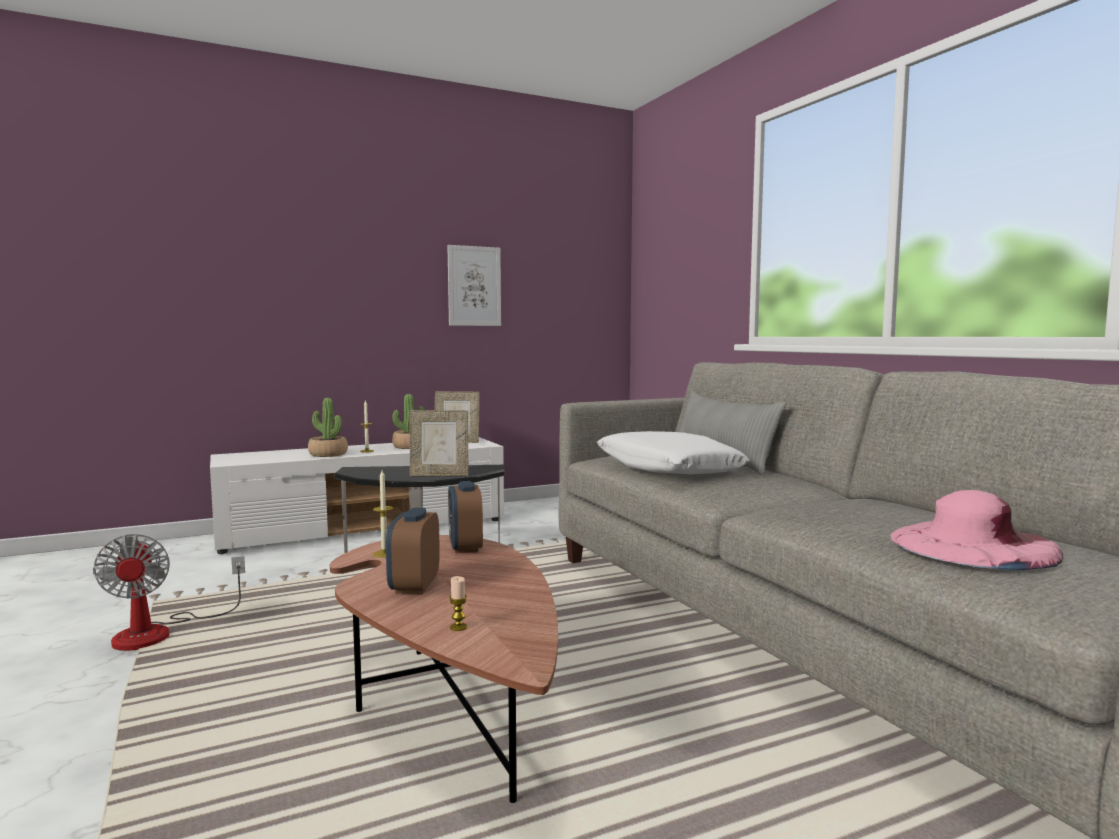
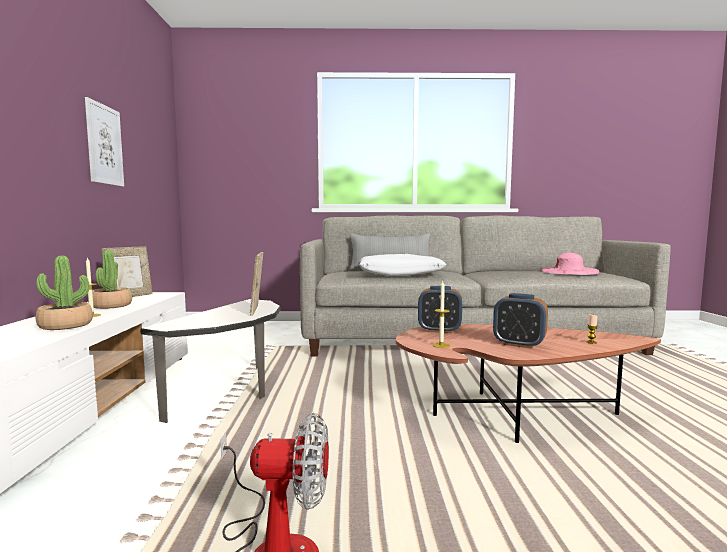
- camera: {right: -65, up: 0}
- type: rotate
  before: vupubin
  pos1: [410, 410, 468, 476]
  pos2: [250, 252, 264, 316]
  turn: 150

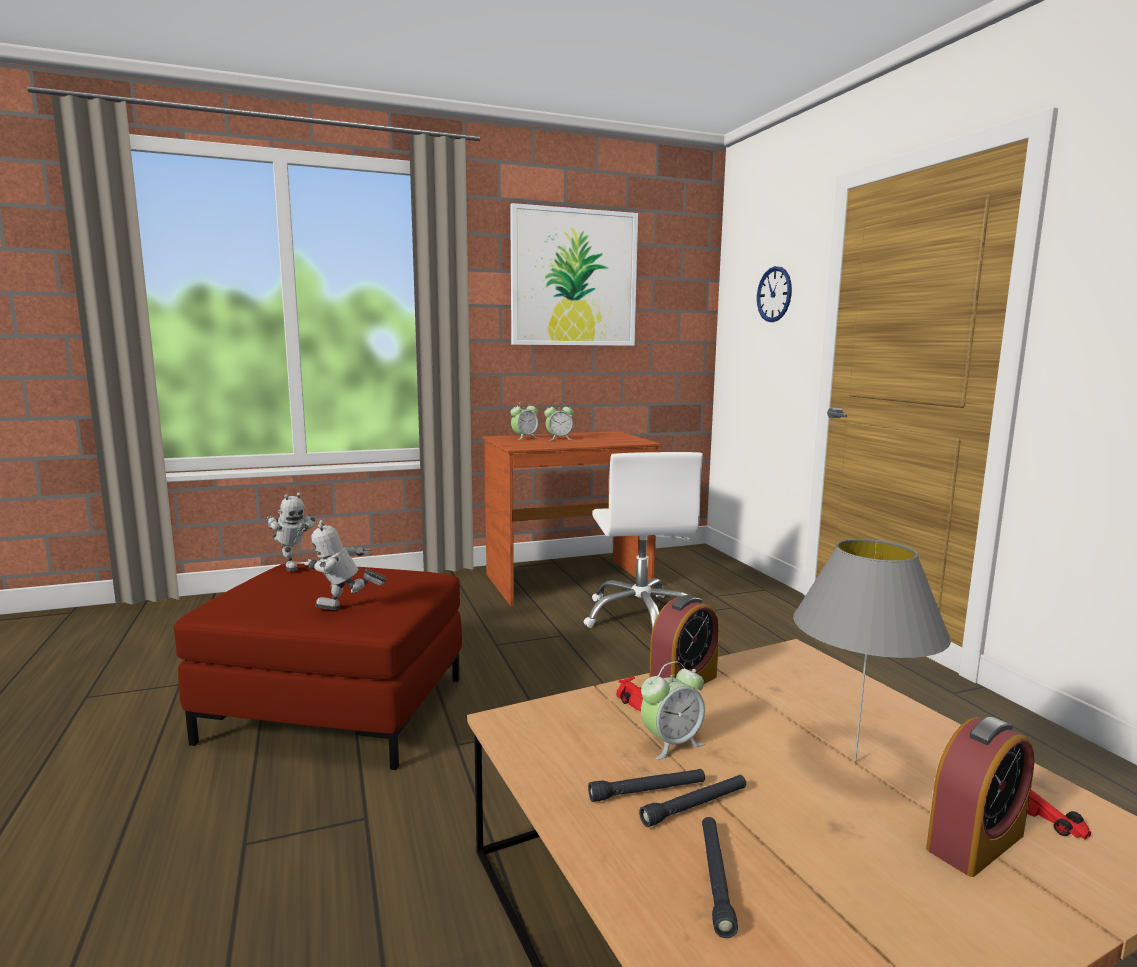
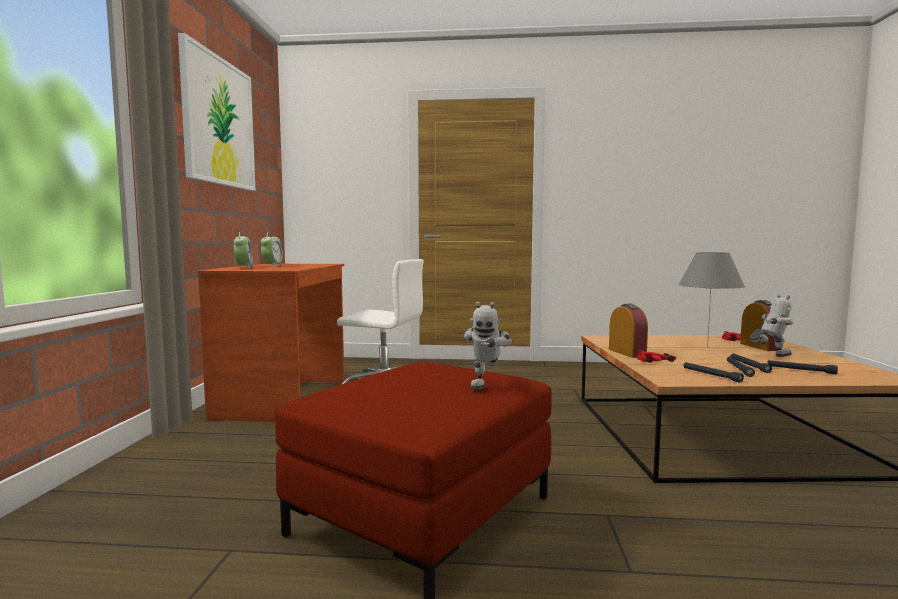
- camera: {right: -65, up: -5}
- type: delete
  before: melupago
  pos1: [757, 266, 792, 322]
- type: move
  before: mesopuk
  pos1: [267, 492, 316, 571]
  pos2: [750, 294, 793, 357]
- type: delete
  before: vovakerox
  pos1: [641, 661, 705, 760]
- type: insert
  after: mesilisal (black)
  pos2: [683, 362, 744, 383]

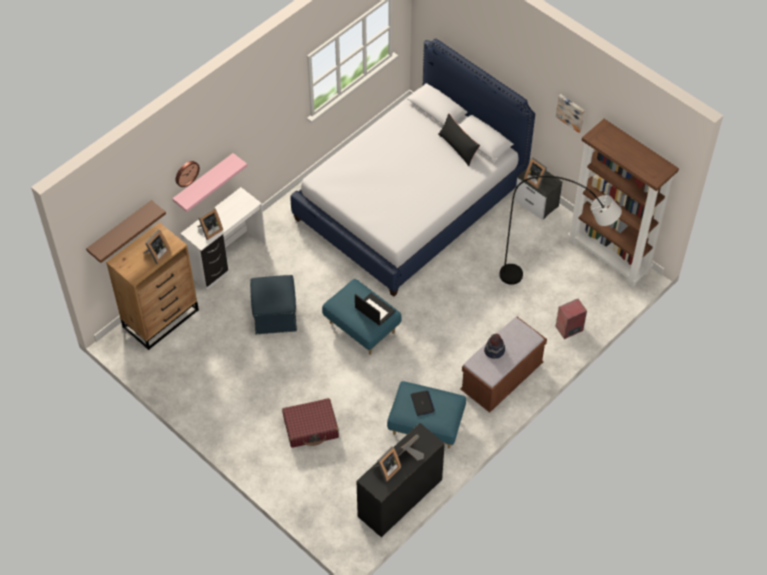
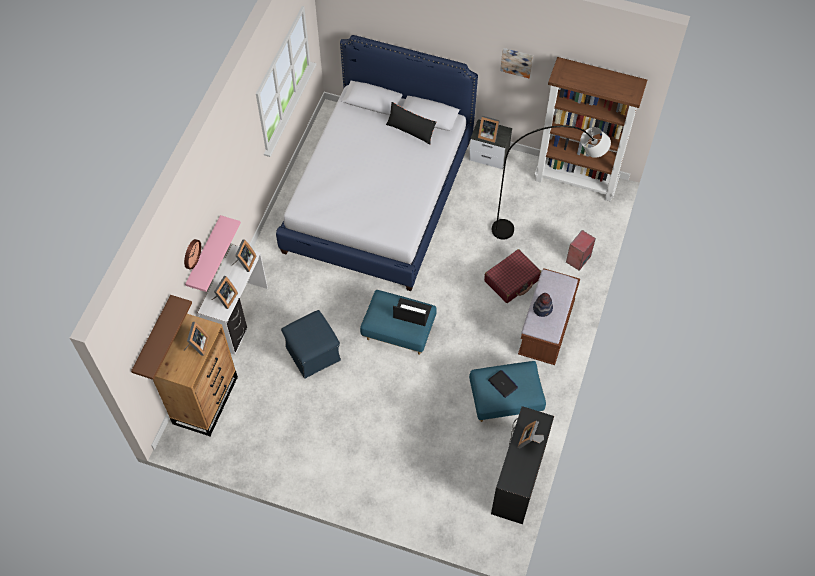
- camera: {right: -25, up: 5}
- type: move
  before: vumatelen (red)
  pos1: [282, 398, 339, 448]
  pos2: [484, 249, 541, 303]
- type: move
  before: vupubin
  pos1: [372, 446, 401, 482]
  pos2: [232, 239, 256, 272]

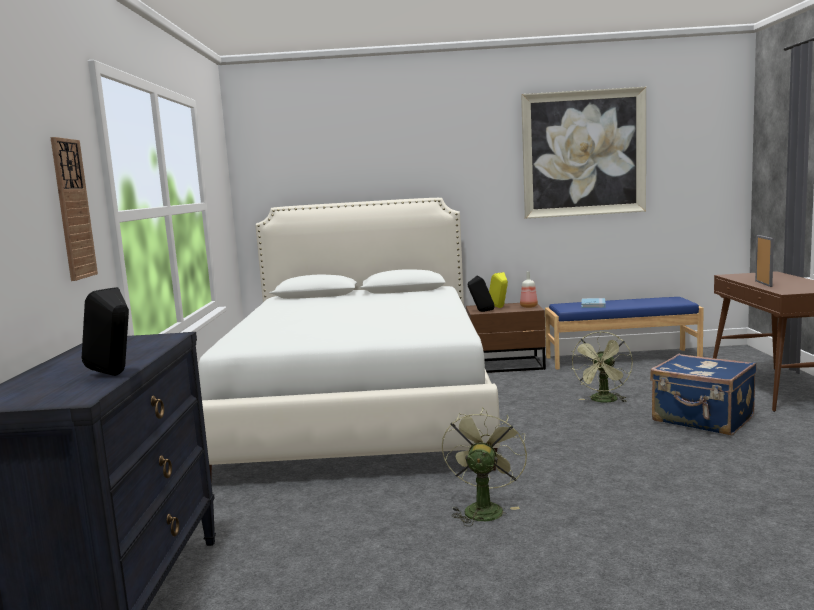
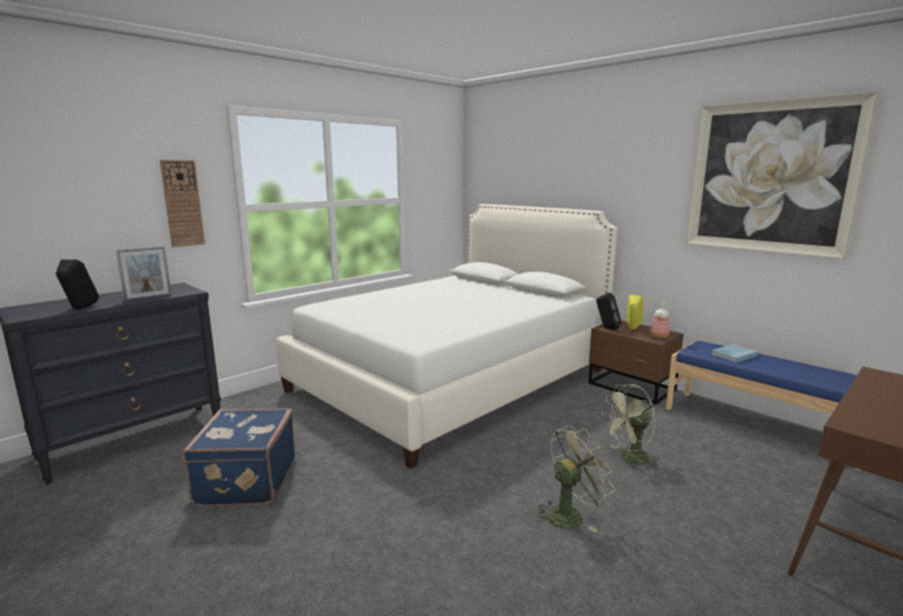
- camera: {right: 45, up: 5}
- type: move
  before: vupubin
  pos1: [755, 235, 774, 287]
  pos2: [116, 246, 172, 301]
- type: move
  before: vumatelen (blue)
  pos1: [650, 353, 757, 436]
  pos2: [182, 408, 295, 507]
- type: move
  before: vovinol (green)
  pos1: [442, 407, 527, 527]
  pos2: [536, 425, 615, 532]

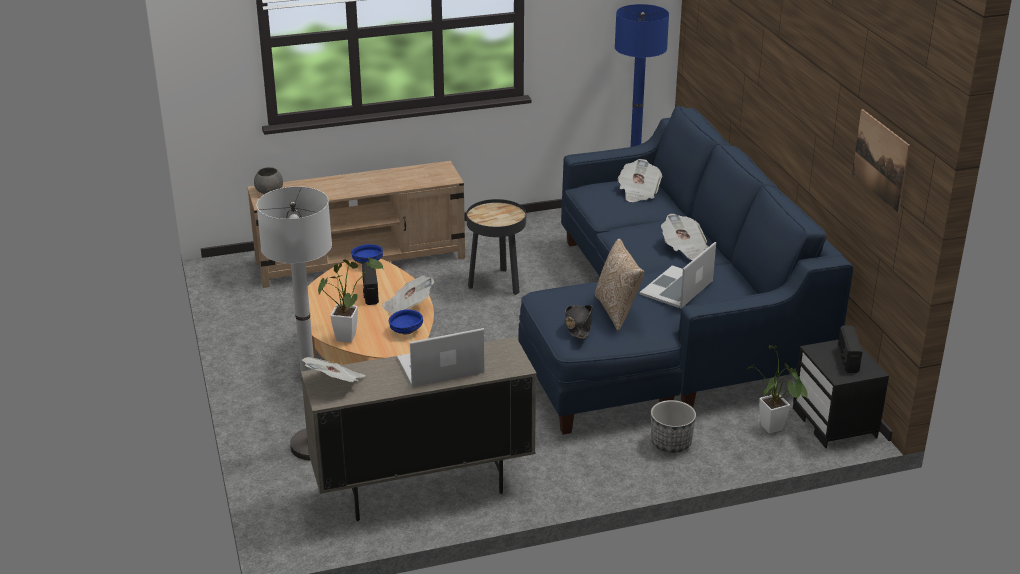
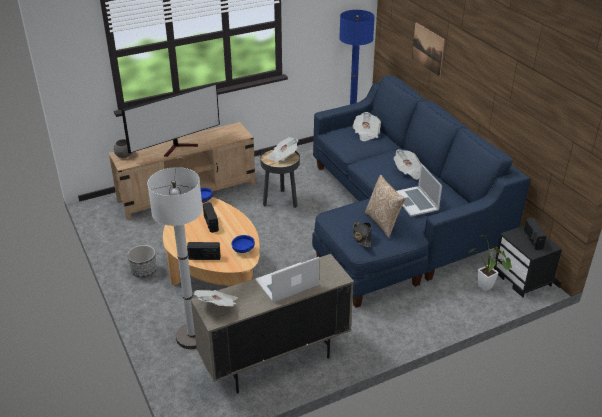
- camera: {right: -10, up: 5}
- type: move
  before: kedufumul
  pos1: [852, 109, 910, 213]
  pos2: [412, 22, 445, 77]
- type: rotate
  before: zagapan
  pos1: [639, 242, 716, 308]
  pos2: [396, 163, 442, 216]
  turn: -45
- type: replace
  before: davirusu
  after: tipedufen
  pos1: [318, 257, 383, 343]
  pos2: [187, 242, 221, 260]
- type: move
  before: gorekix
  pos1: [382, 275, 434, 314]
  pos2: [267, 137, 298, 163]
- type: move
  before: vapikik
  pos1: [651, 400, 696, 453]
  pos2: [127, 245, 157, 278]
- type: insert
  after: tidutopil
  pos2: [121, 82, 220, 157]

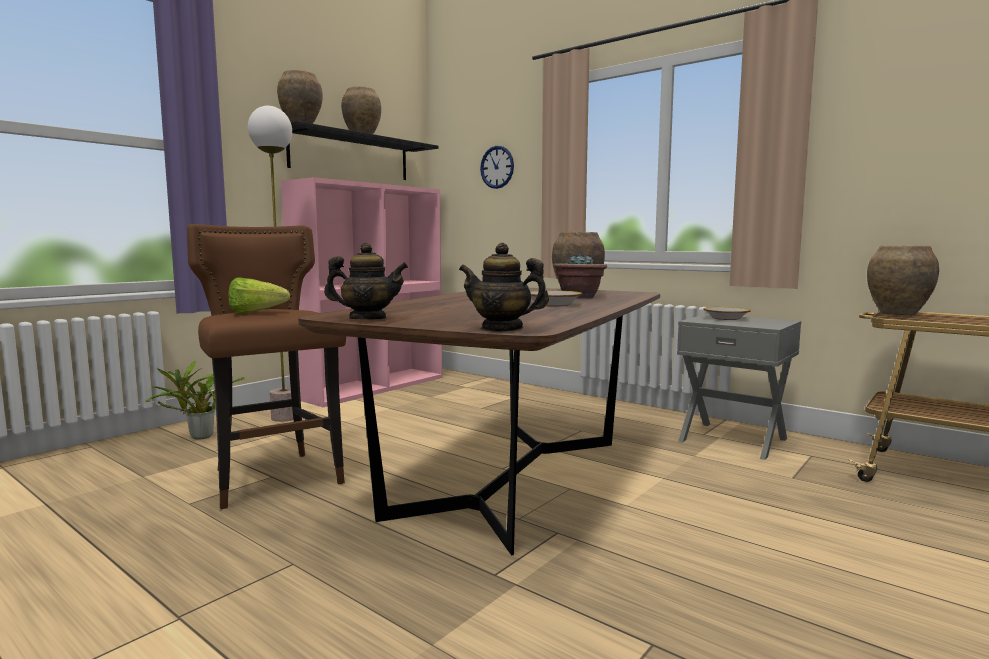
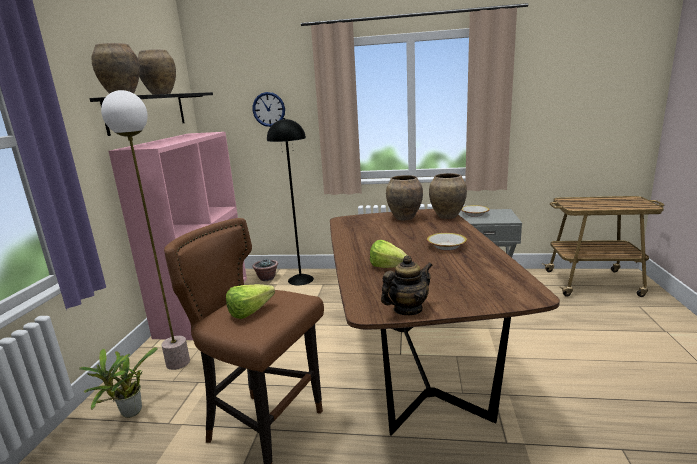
- camera: {right: -30, up: 10}
- type: delete
  before: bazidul
  pos1: [459, 243, 549, 332]
- type: move
  before: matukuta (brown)
  pos1: [867, 246, 939, 316]
  pos2: [429, 173, 467, 219]
- type: move
  before: davirusu
  pos1: [553, 254, 607, 298]
  pos2: [252, 258, 278, 281]
- type: insert
  after: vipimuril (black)
  pos2: [267, 118, 314, 285]
- type: insert
  after: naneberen
  pos2: [370, 240, 407, 268]

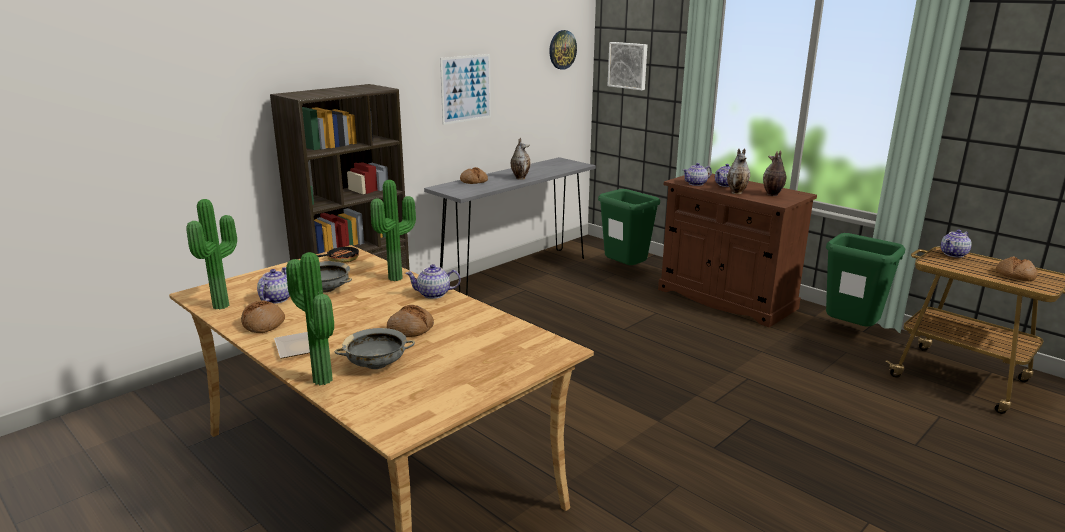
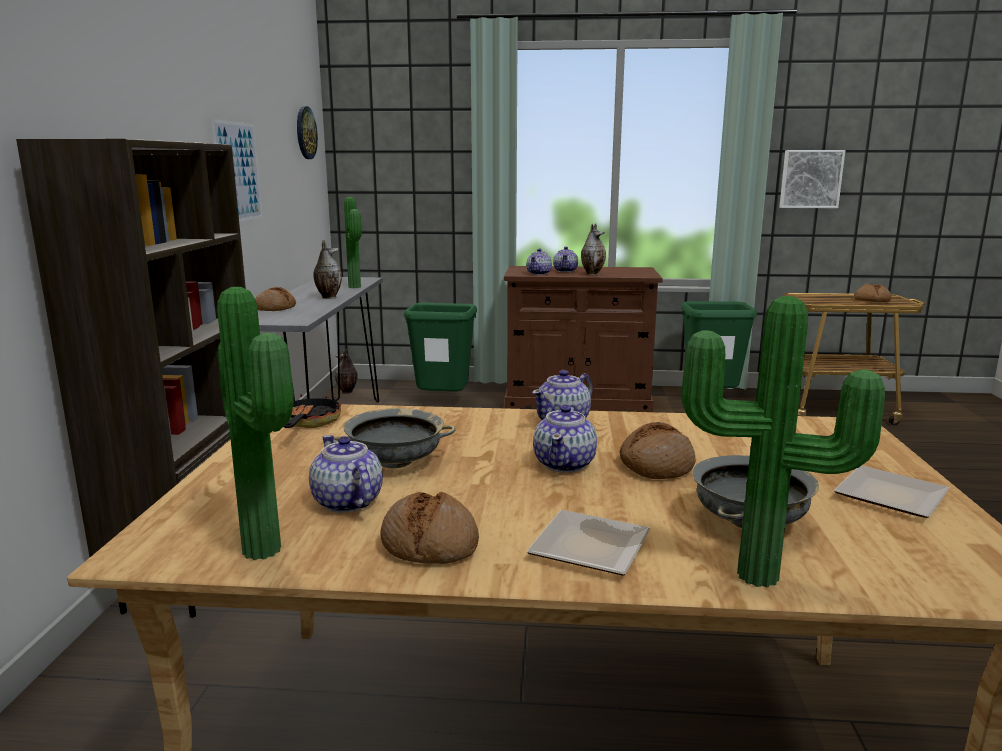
- camera: {right: -40, up: -5}
- type: move
  before: kedufumul
  pos1: [608, 42, 647, 90]
  pos2: [779, 150, 846, 208]
- type: move
  before: matukuta
  pos1: [763, 150, 786, 196]
  pos2: [335, 348, 358, 394]
- type: move
  before: davirusu
  pos1: [370, 180, 416, 281]
  pos2: [344, 197, 362, 288]
- type: move
  before: bazidul
  pos1: [941, 230, 971, 258]
  pos2: [533, 405, 597, 473]
- type: insert
  after: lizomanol
  pos2: [833, 465, 949, 518]

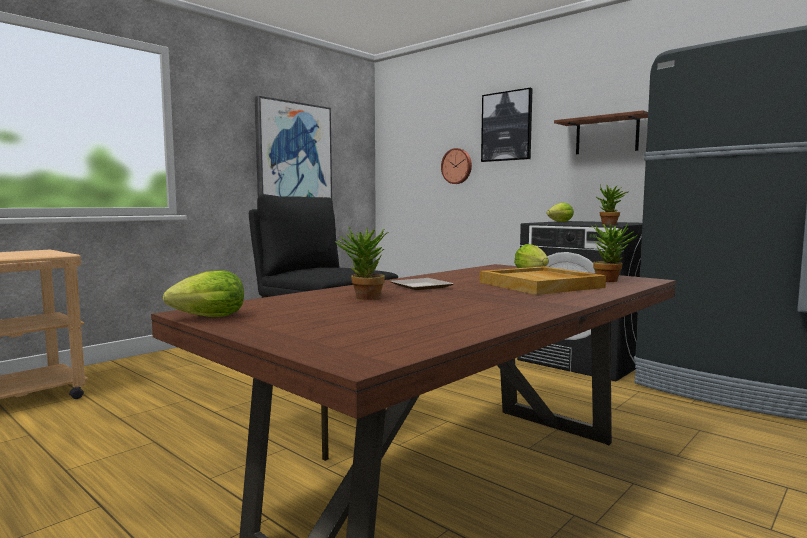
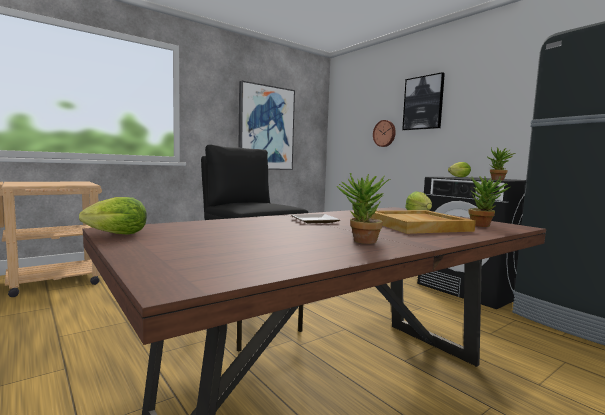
- camera: {right: 10, up: 0}
- type: delete
  before: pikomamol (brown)
  pos1: [554, 110, 648, 154]
- type: move
  before: davirusu
  pos1: [335, 227, 389, 300]
  pos2: [336, 173, 391, 244]

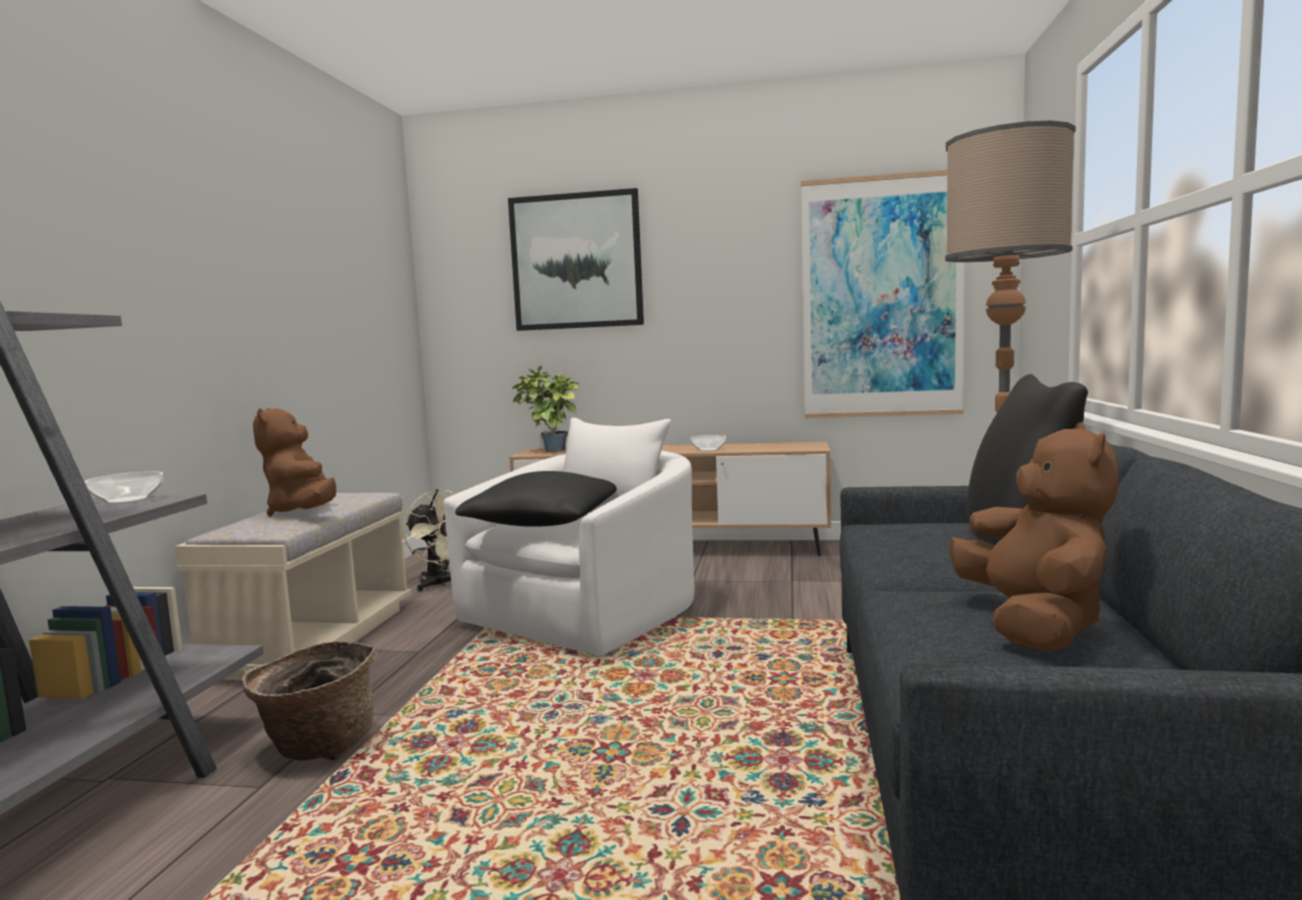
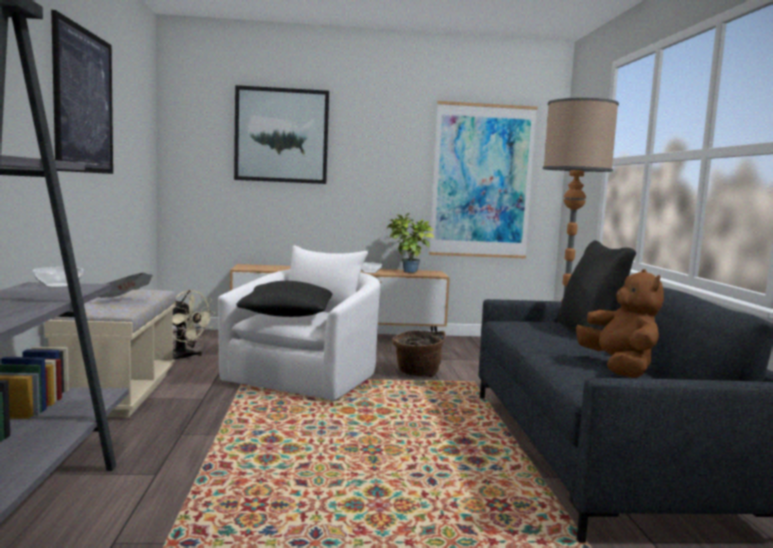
- camera: {right: -15, up: 0}
- type: move
  before: davirusu
  pos1: [512, 366, 580, 452]
  pos2: [386, 213, 434, 273]
- type: replace
  before: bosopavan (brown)
  after: gorekix
  pos1: [253, 408, 336, 517]
  pos2: [99, 273, 153, 298]
- type: move
  before: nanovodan
  pos1: [242, 641, 378, 761]
  pos2: [392, 330, 446, 377]
- type: insert
  after: kedufumul
  pos2: [51, 10, 113, 174]

